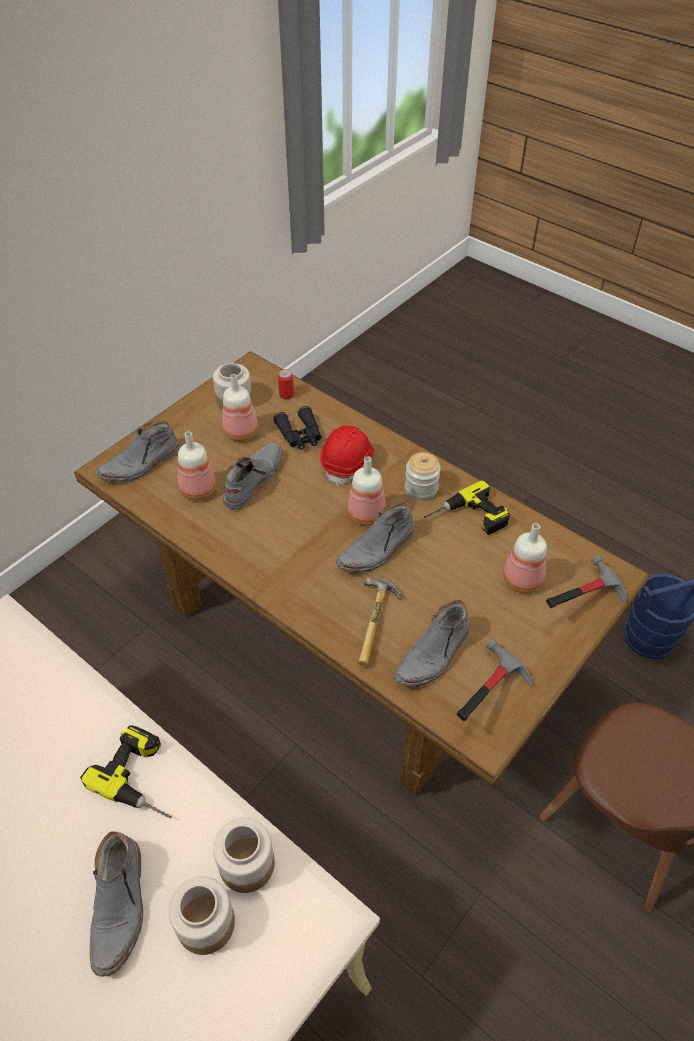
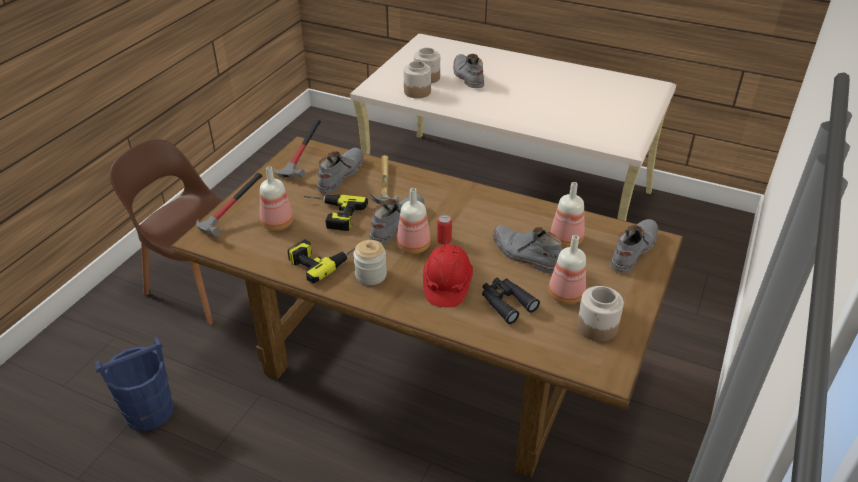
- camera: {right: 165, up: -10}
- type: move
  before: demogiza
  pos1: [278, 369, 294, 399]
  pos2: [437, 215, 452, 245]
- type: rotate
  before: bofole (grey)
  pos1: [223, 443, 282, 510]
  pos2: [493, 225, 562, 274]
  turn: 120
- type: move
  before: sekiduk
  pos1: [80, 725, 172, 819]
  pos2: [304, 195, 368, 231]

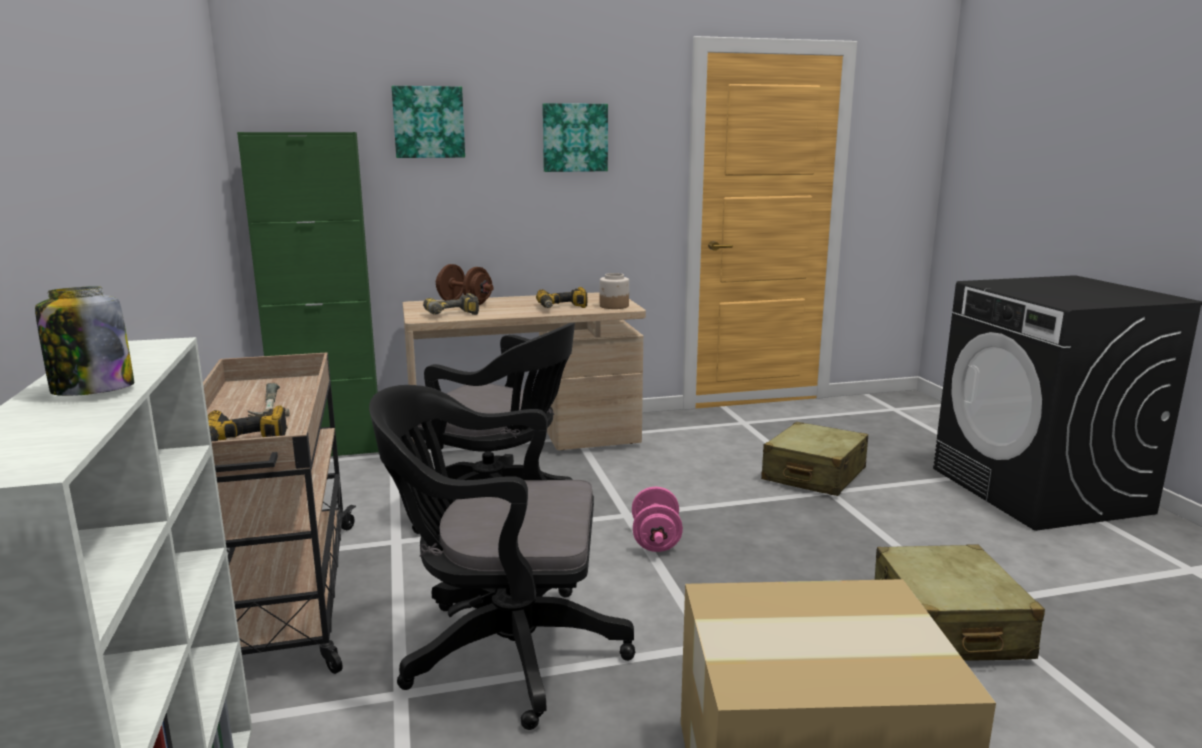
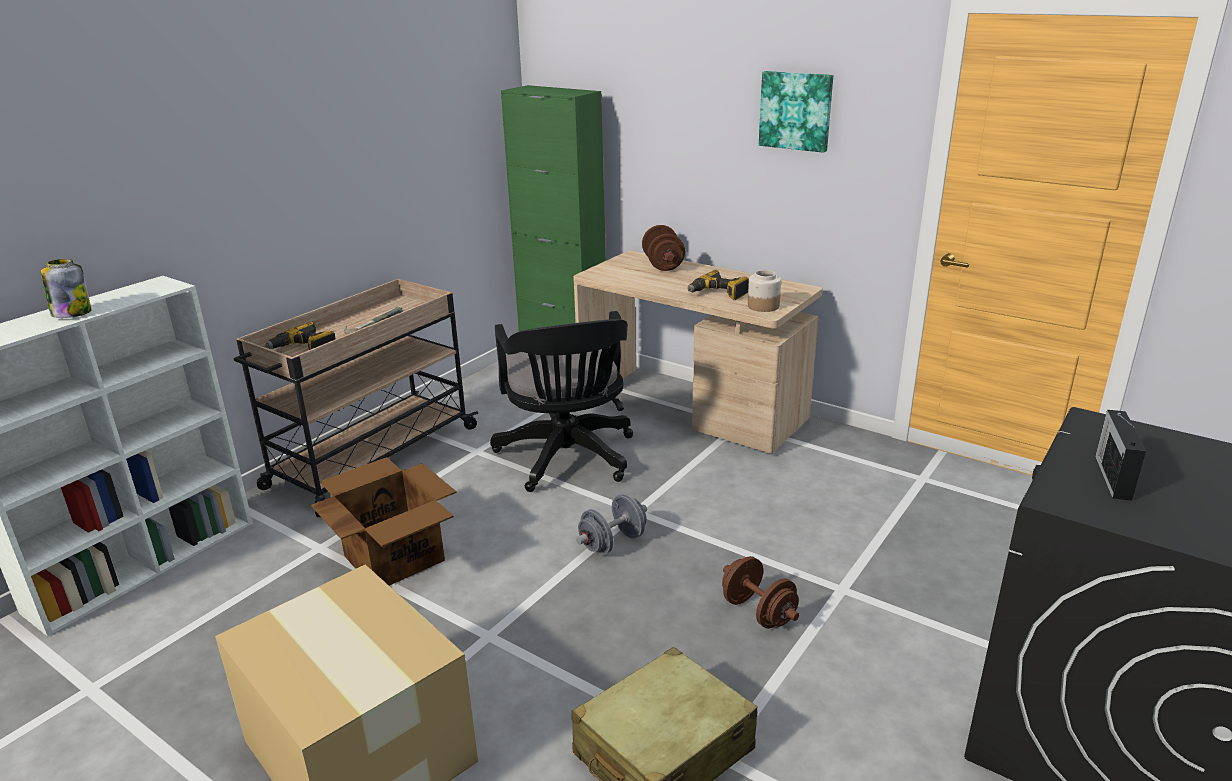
- camera: {right: 50, up: 10}
- type: delete
  before: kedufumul
  pos1: [392, 86, 465, 158]
- type: delete
  before: sekiduk
  pos1: [423, 293, 479, 315]
- type: replace
  before: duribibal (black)
  after: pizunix
  pos1: [369, 385, 636, 730]
  pos2: [311, 457, 457, 586]
- type: delete
  before: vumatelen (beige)
  pos1: [761, 422, 868, 496]
- type: recolor
  before: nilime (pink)
  after: nilime (grey)
  pos1: [632, 487, 683, 552]
  pos2: [576, 494, 647, 555]
- type: insert
  after: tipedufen
  pos2: [1095, 410, 1146, 501]
- type: insert
  after: nilime (brown)
  pos2: [722, 556, 799, 628]

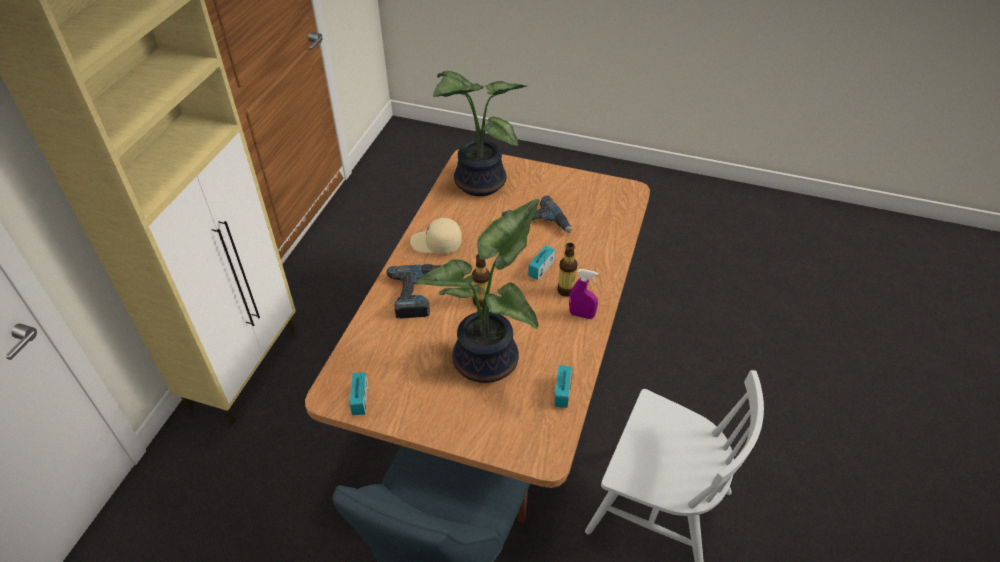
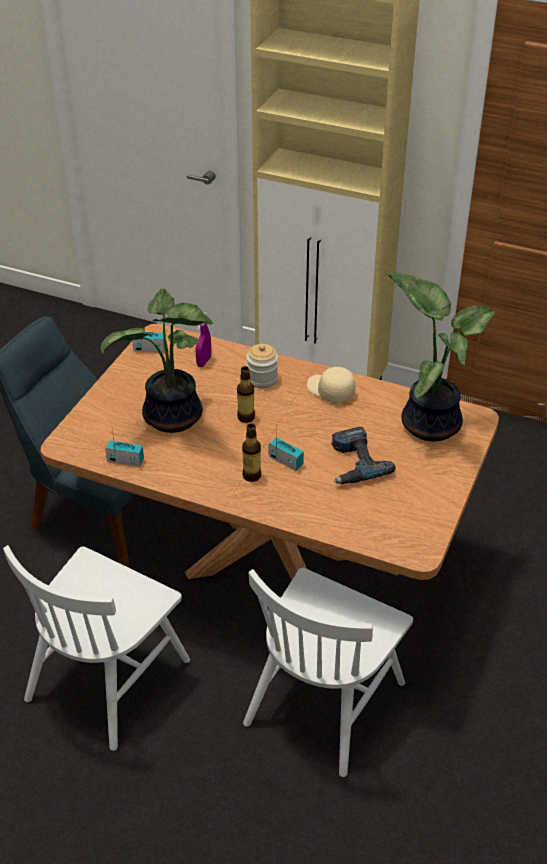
- camera: {right: 95, up: -5}
- type: rotate
  before: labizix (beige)
  pos1: [410, 218, 462, 254]
  pos2: [307, 367, 355, 403]
  turn: -60
- type: replace
  before: sekiduk
  after: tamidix
  pos1: [387, 264, 441, 319]
  pos2: [246, 344, 278, 388]
- type: move
  before: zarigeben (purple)
  pos1: [569, 269, 598, 319]
  pos2: [196, 312, 211, 367]
- type: insert
  after: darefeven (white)
  pos2: [243, 568, 413, 777]

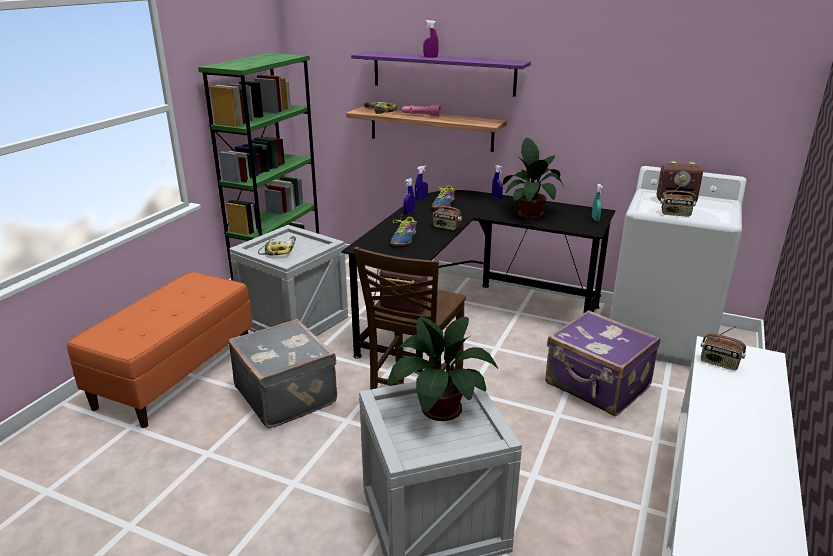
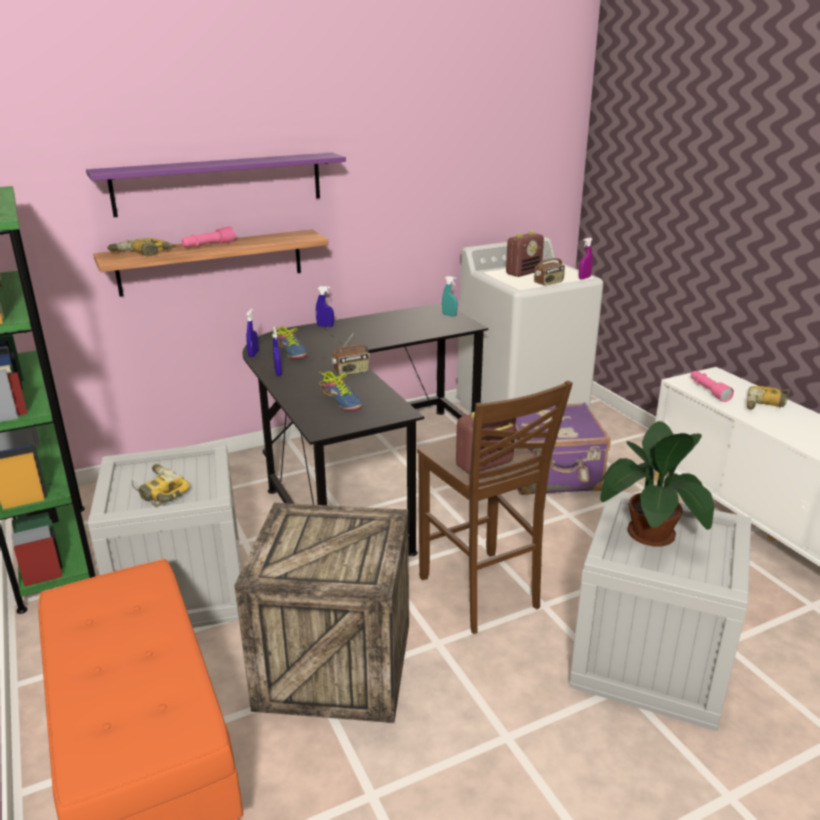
- camera: {right: -50, up: 0}
- type: move
  before: zarigeben (purple)
  pos1: [423, 20, 439, 58]
  pos2: [579, 237, 593, 279]
- type: delete
  before: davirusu
  pos1: [503, 138, 564, 219]
- type: replace
  before: vumatelen (grey)
  after: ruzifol
  pos1: [228, 319, 337, 428]
  pos2: [234, 503, 409, 723]
- type: replace
  before: tipedufen
  after: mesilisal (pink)
  pos1: [701, 326, 746, 370]
  pos2: [691, 371, 734, 402]
- type: insert
  after: sekiduk
  pos2: [747, 386, 792, 410]

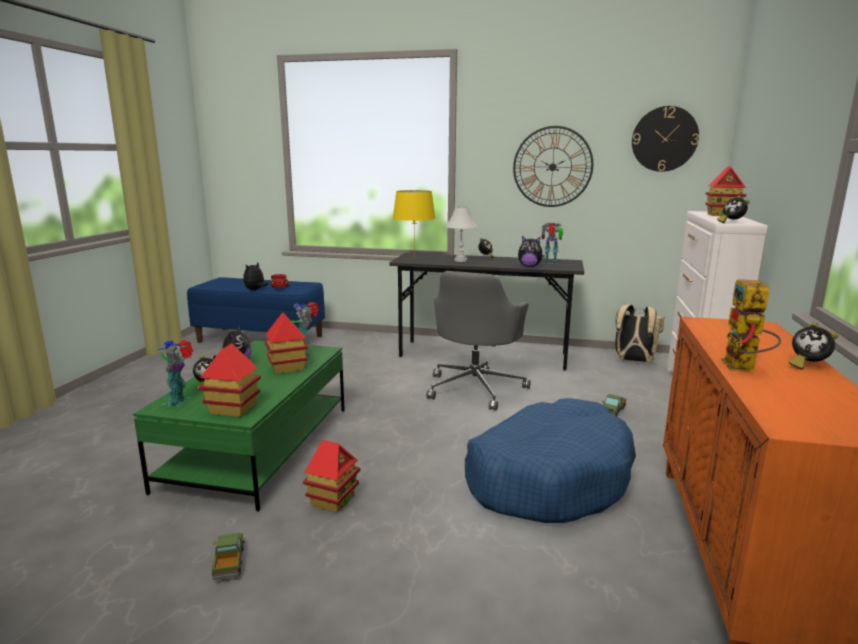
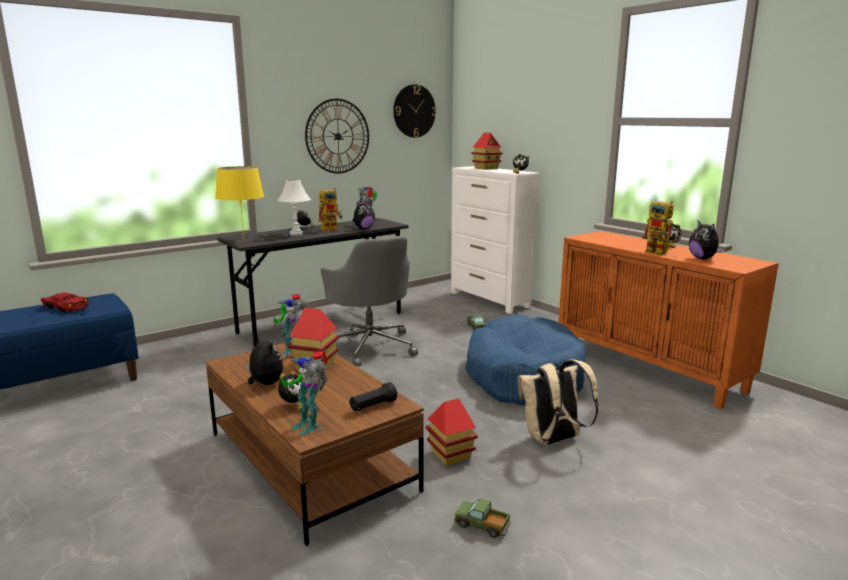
- camera: {right: -50, up: 0}
- type: move
  before: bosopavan
  pos1: [243, 263, 268, 290]
  pos2: [689, 220, 724, 259]
- type: move
  before: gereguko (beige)
  pos1: [616, 304, 664, 362]
  pos2: [517, 359, 599, 445]
- type: recolor
  before: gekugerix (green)
  after: gekugerix (brown)
  pos1: [133, 341, 345, 512]
  pos2: [206, 341, 424, 546]
- type: replace
  before: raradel
  after: mesilisal (black)
  pos1: [199, 343, 261, 417]
  pos2: [349, 382, 397, 412]
- type: insert
  after: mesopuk
  pos2: [318, 188, 343, 232]

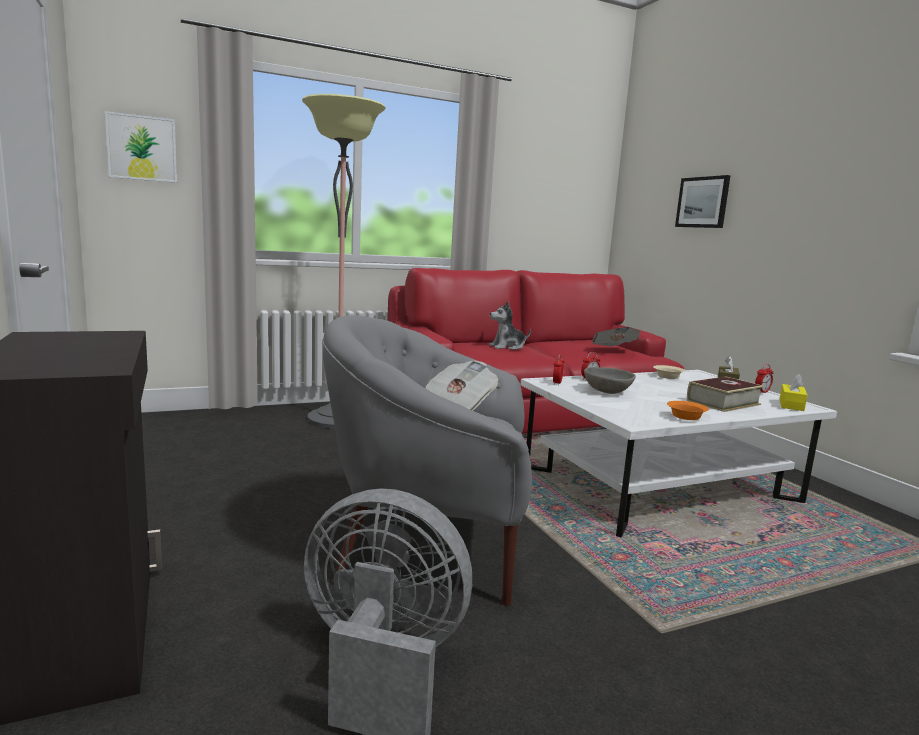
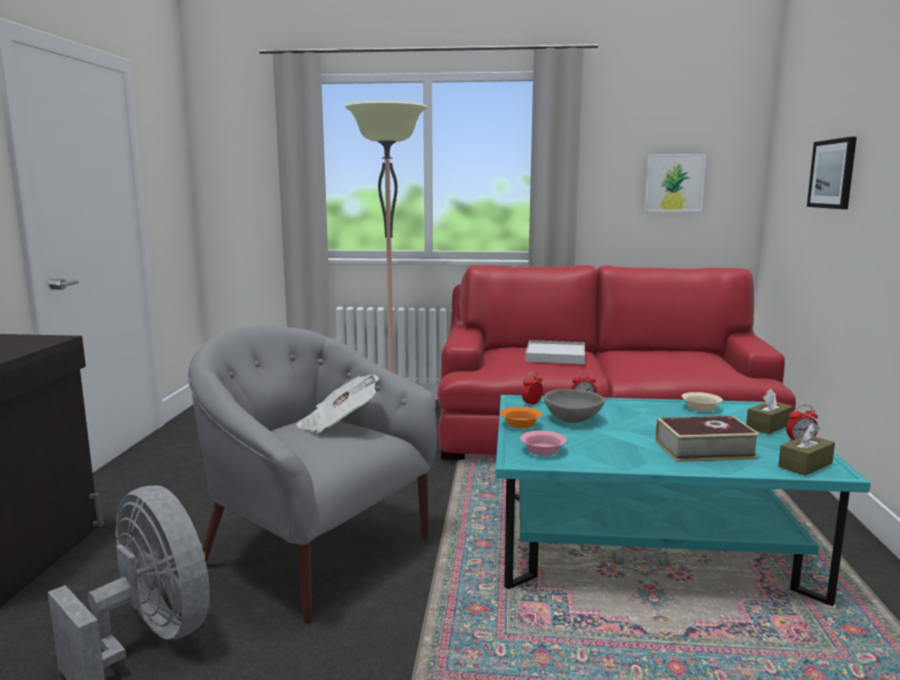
- camera: {right: 30, up: 0}
- type: move
  before: kedufumul
  pos1: [105, 111, 177, 183]
  pos2: [644, 154, 706, 212]
- type: replace
  before: bosopavan
  after: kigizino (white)
  pos1: [489, 301, 531, 350]
  pos2: [525, 340, 585, 364]
- type: delete
  before: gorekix
  pos1: [592, 327, 640, 346]
- type: recolor
  before: gekugerix (white)
  after: gekugerix (turquoise)
  pos1: [520, 370, 837, 537]
  pos2: [495, 395, 871, 606]
- type: recolor
  before: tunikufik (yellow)
  after: tunikufik (brown)
  pos1: [780, 374, 807, 411]
  pos2: [778, 423, 835, 476]
- type: move
  before: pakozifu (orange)
  pos1: [667, 401, 709, 420]
  pos2: [500, 407, 542, 428]
- type: insert
  after: pakozifu (pink)
  pos2: [520, 430, 567, 456]

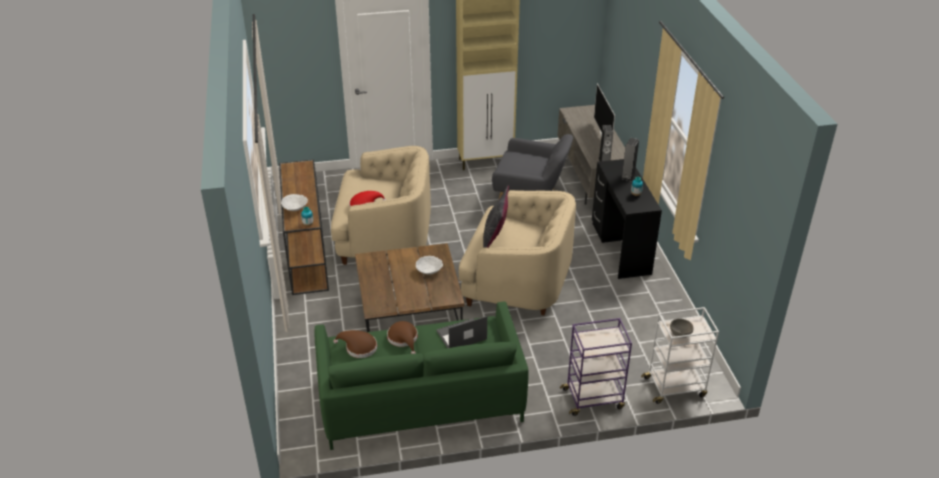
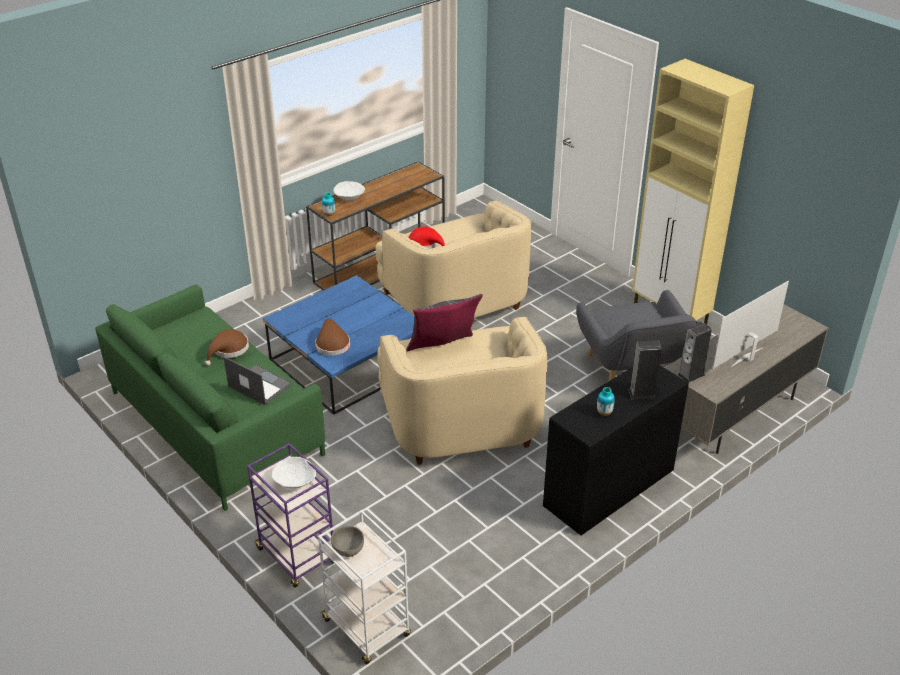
- camera: {right: 60, up: 0}
- type: recolor
  before: gekugerix (brown)
  after: gekugerix (blue)
  pos1: [355, 243, 465, 332]
  pos2: [263, 275, 415, 415]
- type: move
  before: pakozifu (white)
  pos1: [416, 256, 443, 275]
  pos2: [272, 457, 316, 489]
- type: move
  before: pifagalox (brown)
  pos1: [333, 330, 377, 358]
  pos2: [315, 318, 350, 356]

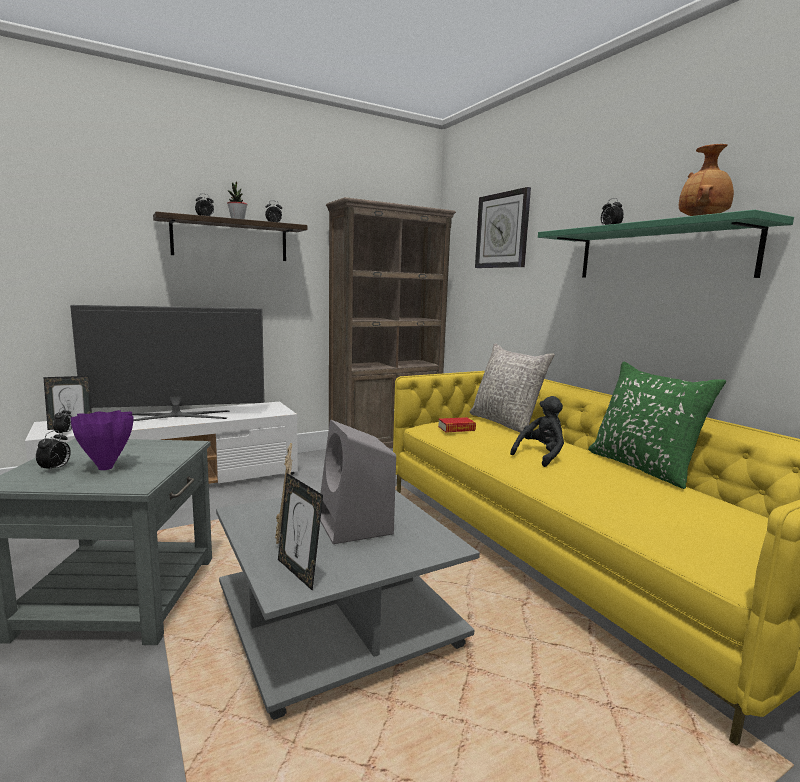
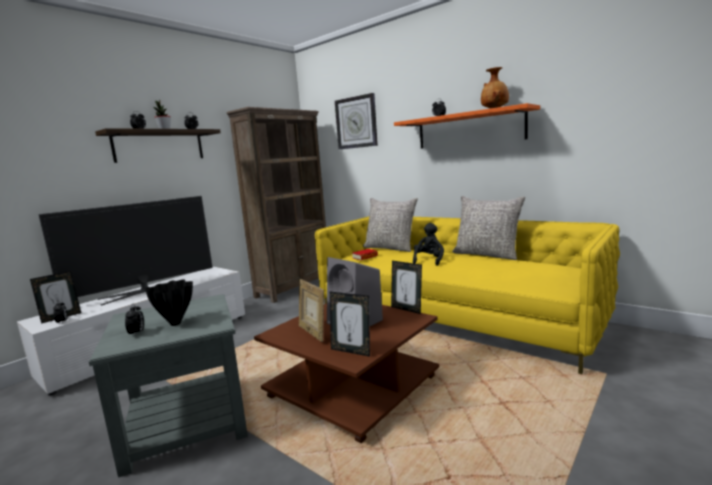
- camera: {right: -20, up: 0}
- type: recolor
  before: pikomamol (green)
  after: pikomamol (orange)
  pos1: [538, 210, 794, 278]
  pos2: [394, 103, 540, 149]
- type: recolor
  before: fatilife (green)
  after: fatilife (grey)
  pos1: [588, 362, 726, 489]
  pos2: [452, 196, 525, 260]
- type: recolor
  before: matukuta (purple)
  after: matukuta (black)
  pos1: [71, 410, 134, 470]
  pos2: [145, 279, 193, 326]
- type: recolor
  before: gekugerix (grey)
  after: gekugerix (brown)
  pos1: [216, 490, 480, 720]
  pos2: [254, 303, 439, 443]
- type: insert
  after: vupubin
  pos2: [391, 261, 422, 314]

